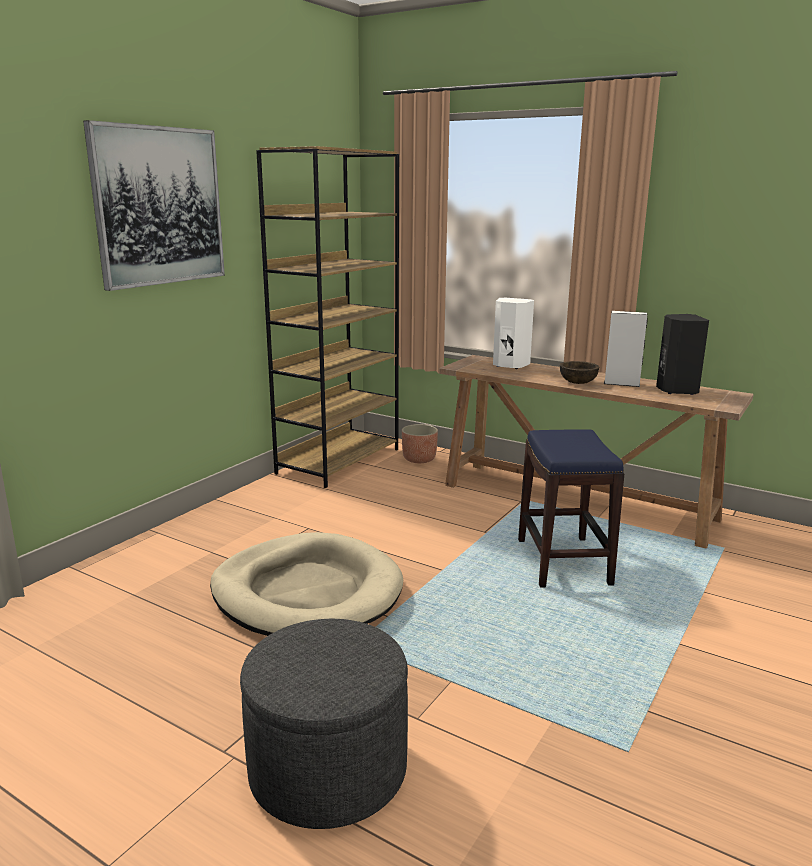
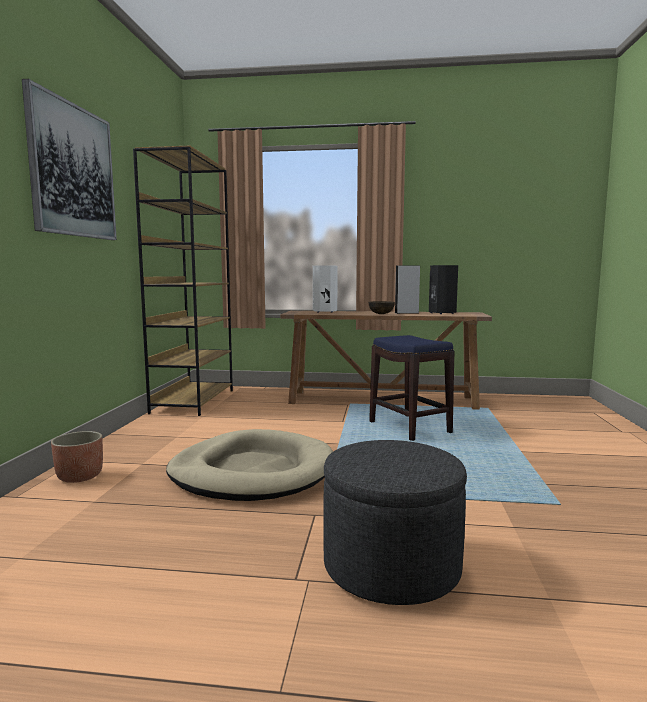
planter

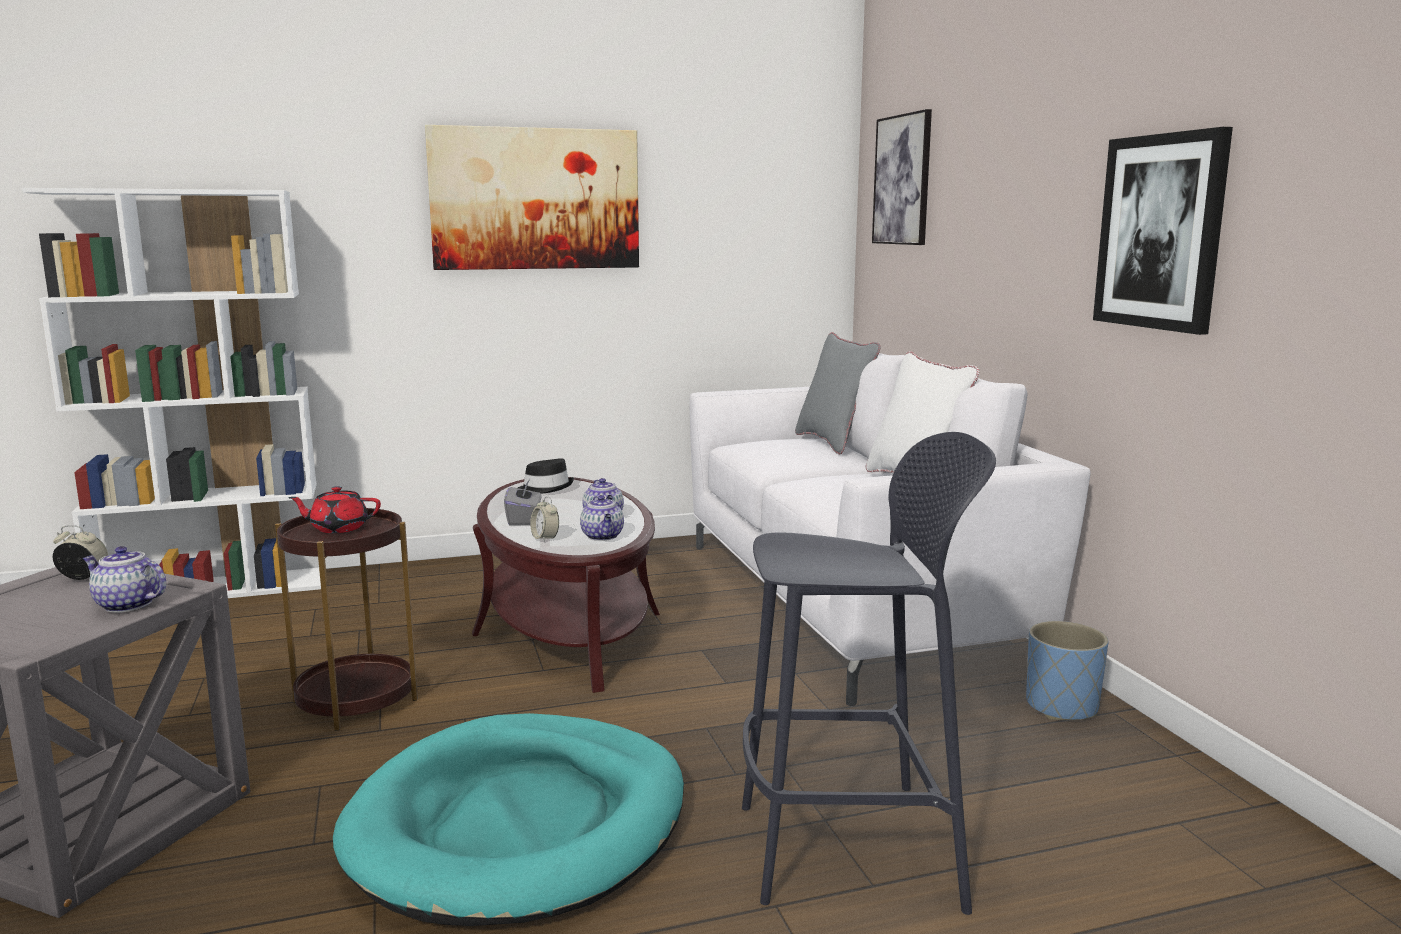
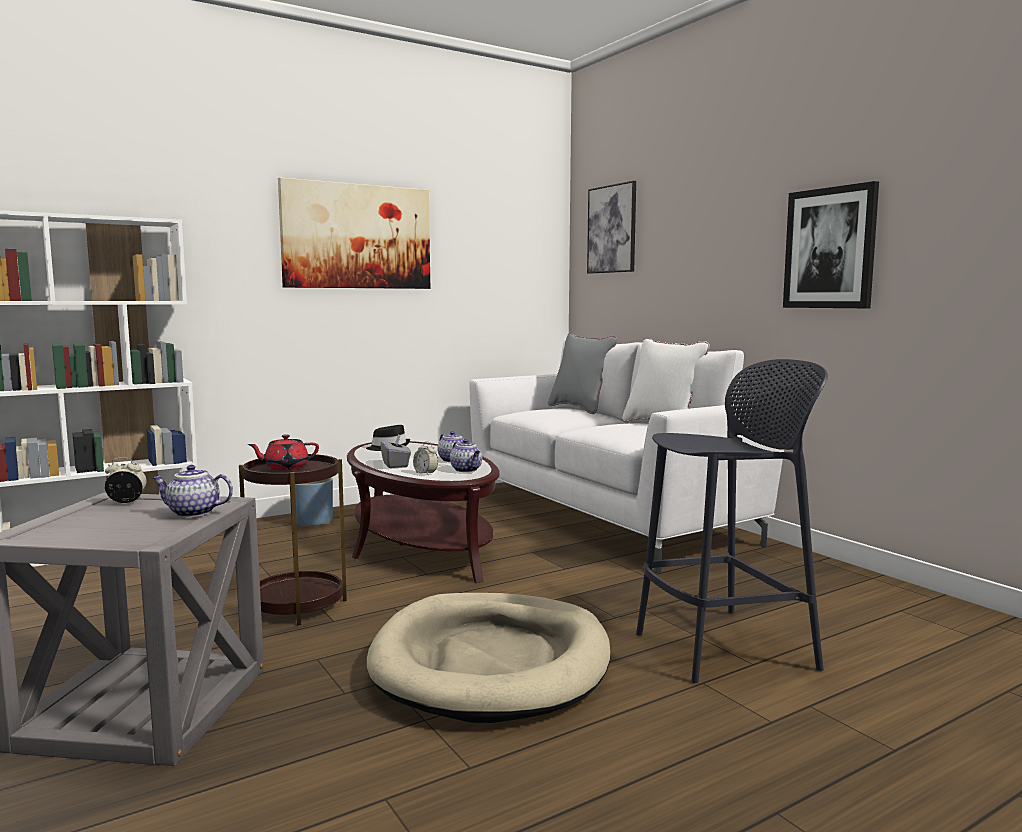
planter (blue); dog bed (beige)

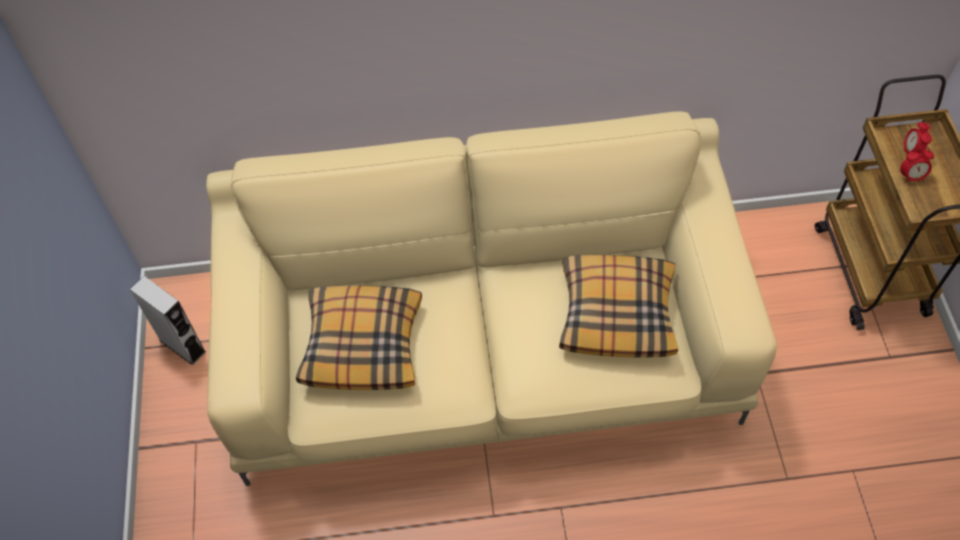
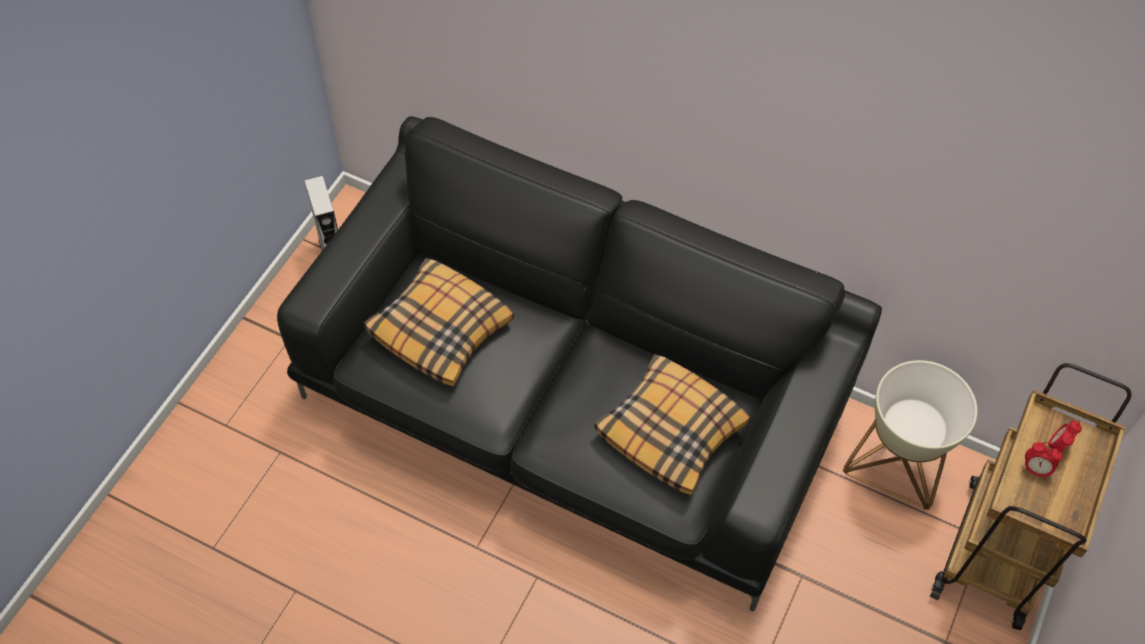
sofa (black); planter

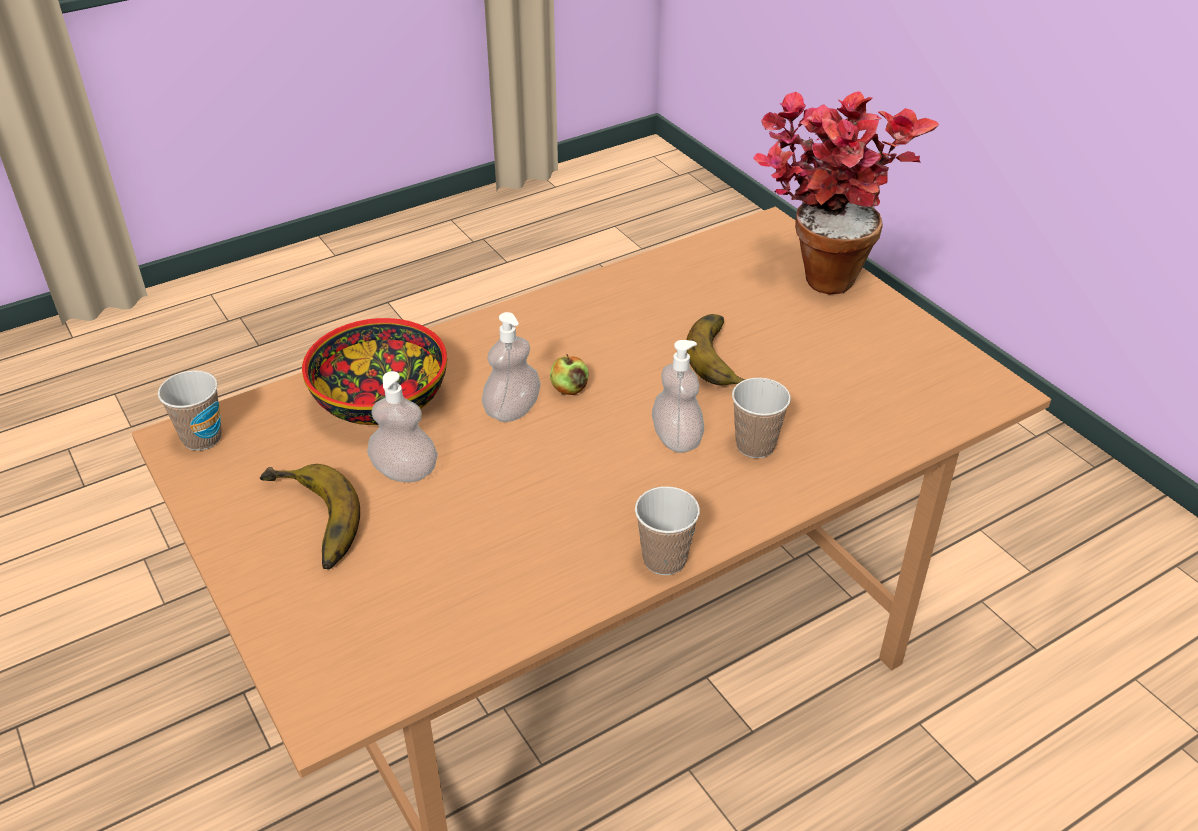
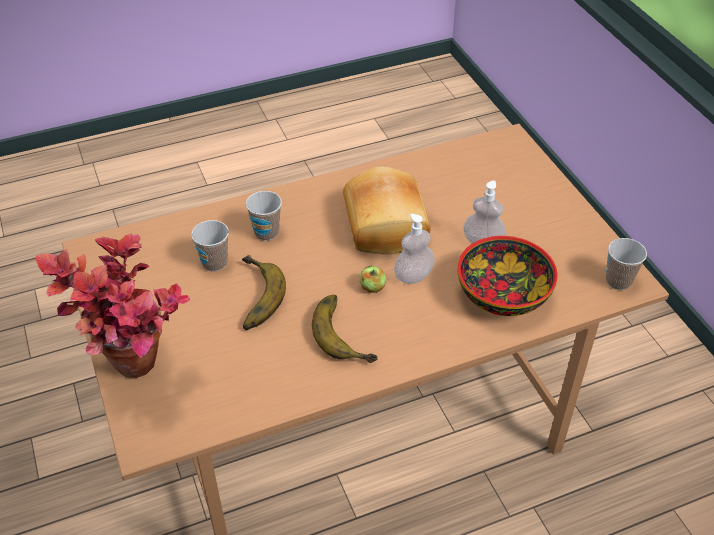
soap dispenser (no. 3 from left in the first image); banana (no. 2 from left); cup (no. 1 from left); bread

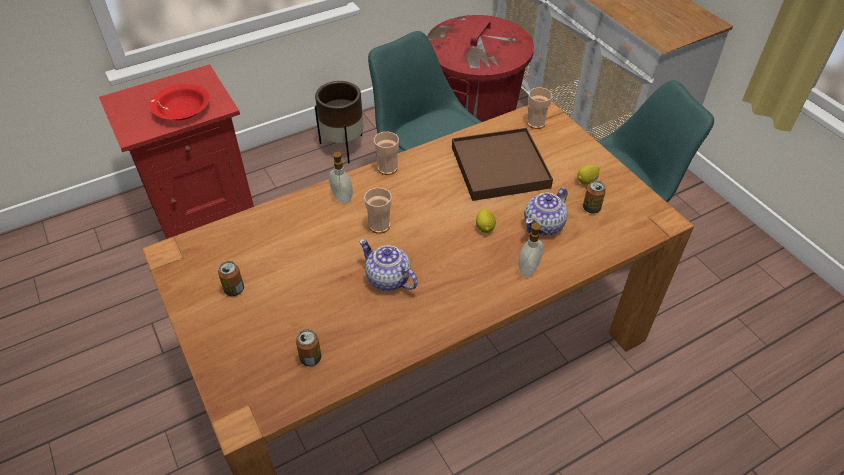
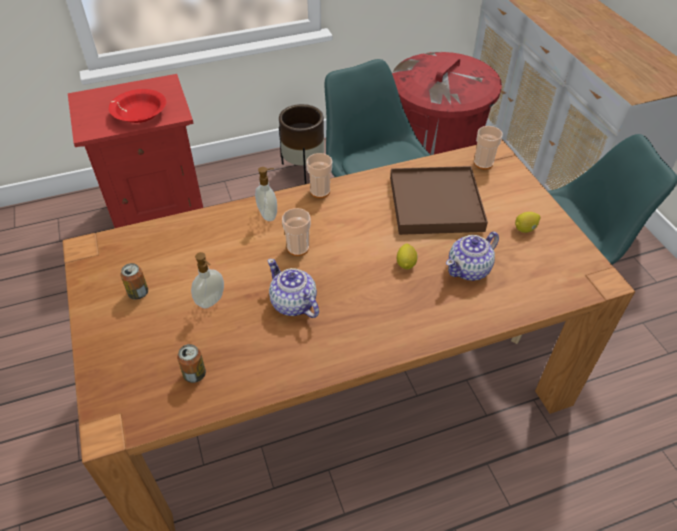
can (no. 3 from left in the first image); soap dispenser (no. 1 from left)

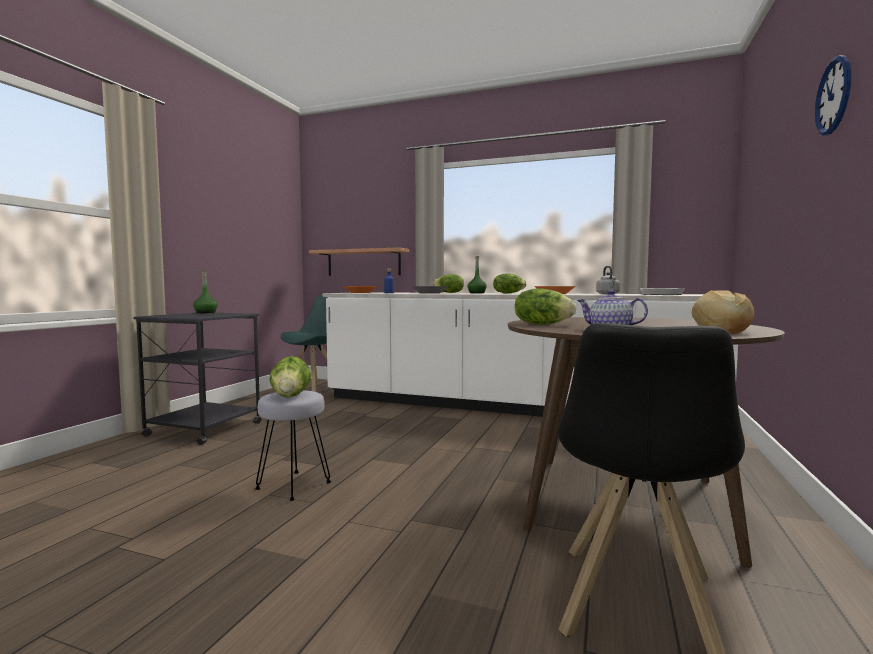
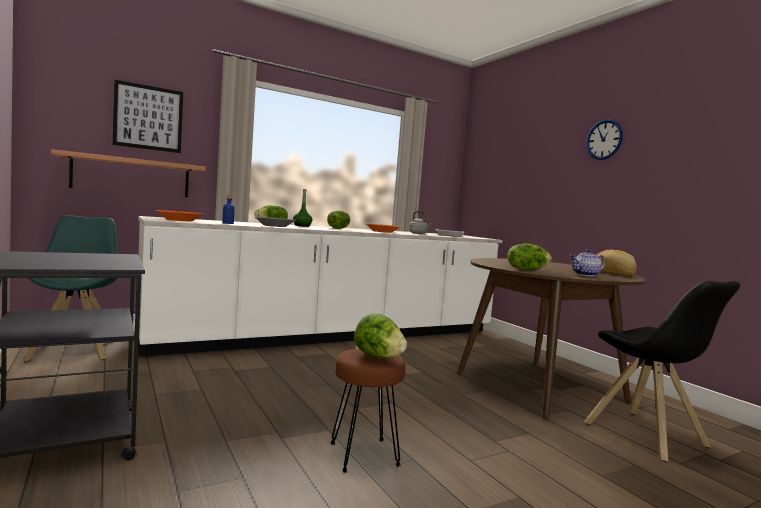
bottle (green) (no. 1 from left in the first image); stool (brown); picture

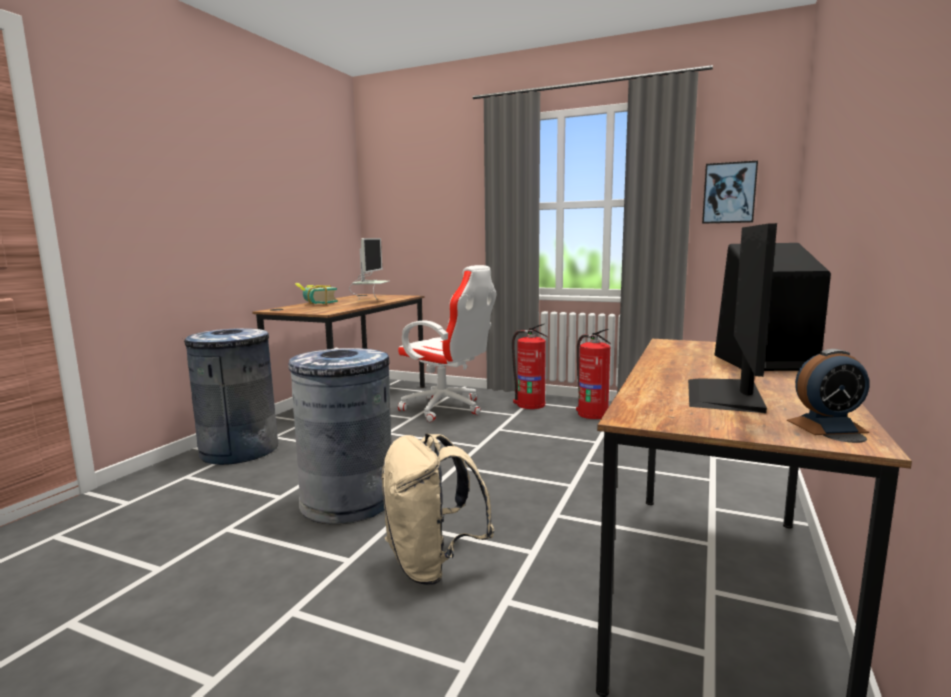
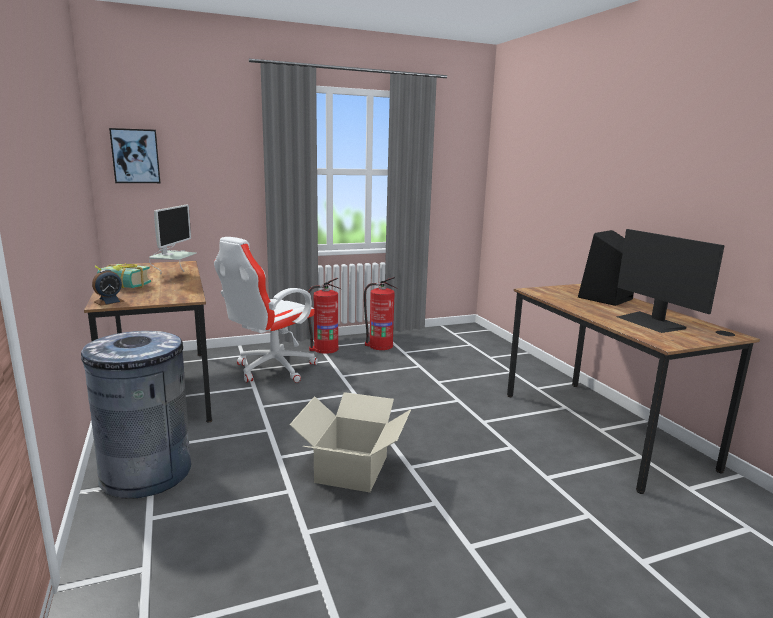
picture; monitor (no. 1 from left); office chair (white); cardboard box; alarm clock; backpack (beige)

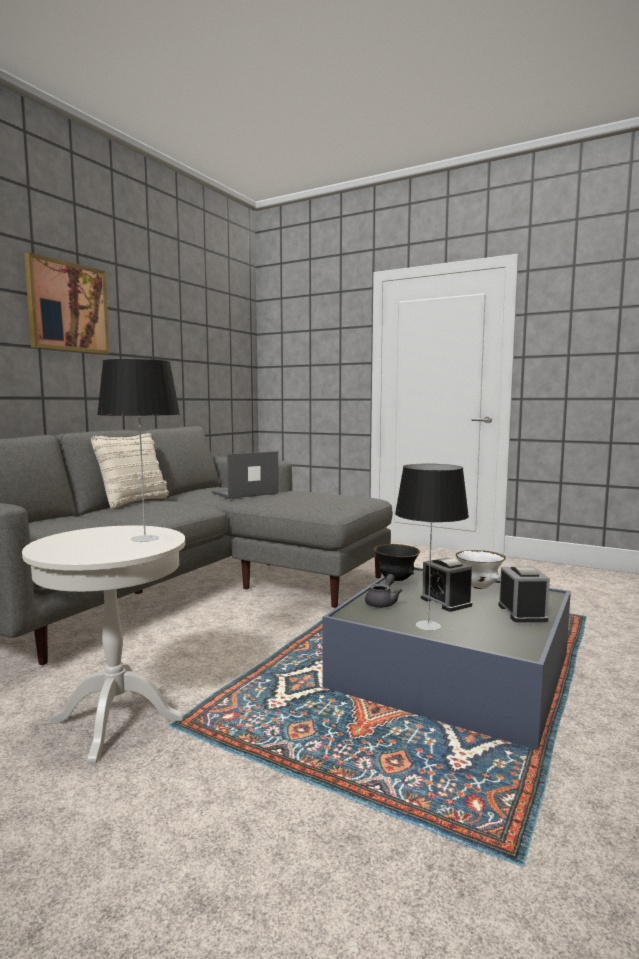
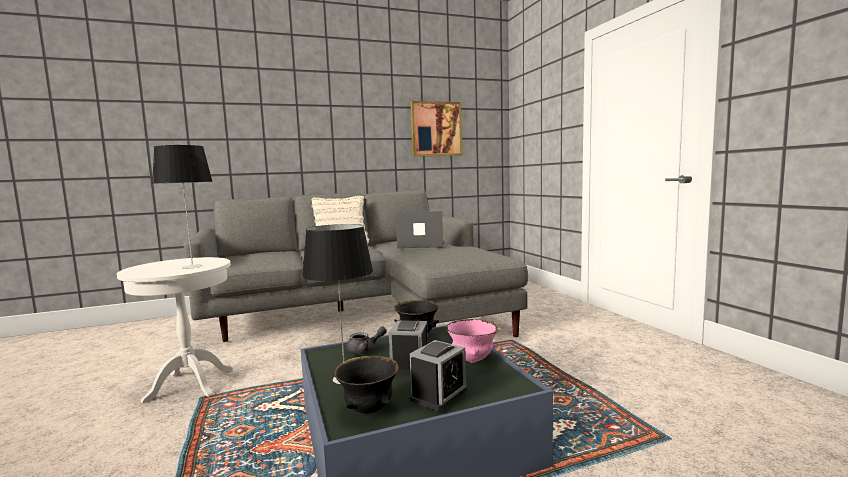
picture; bowl (pink); bowl (black) (no. 1 from left)

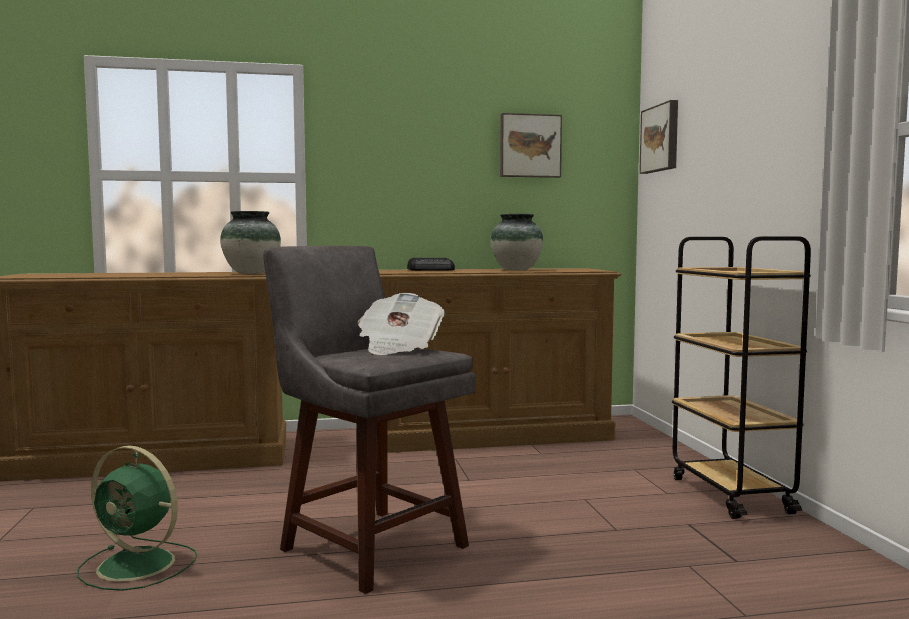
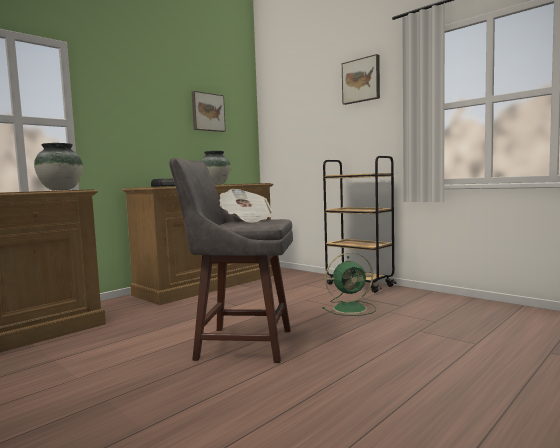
picture (no. 2 from left); fan (green)

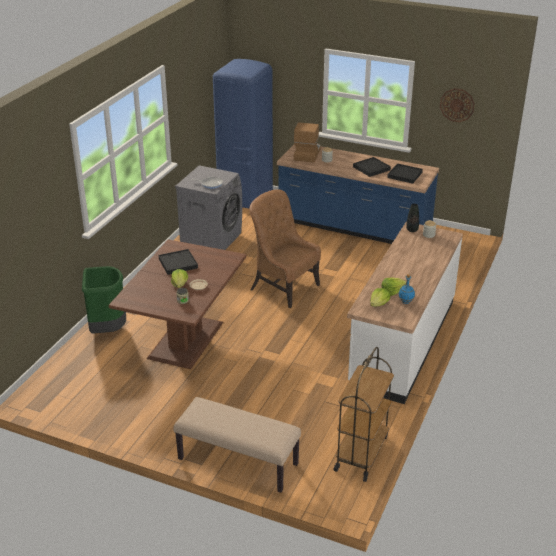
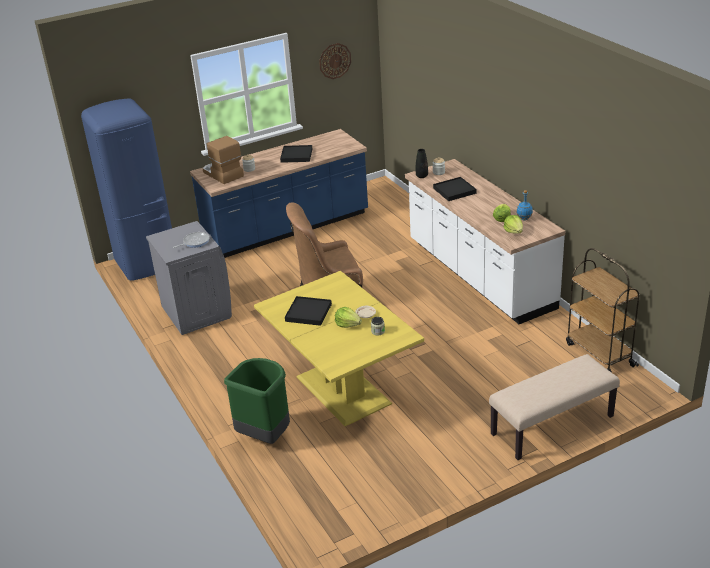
tray (black) (no. 3 from left); dining table (yellow)

